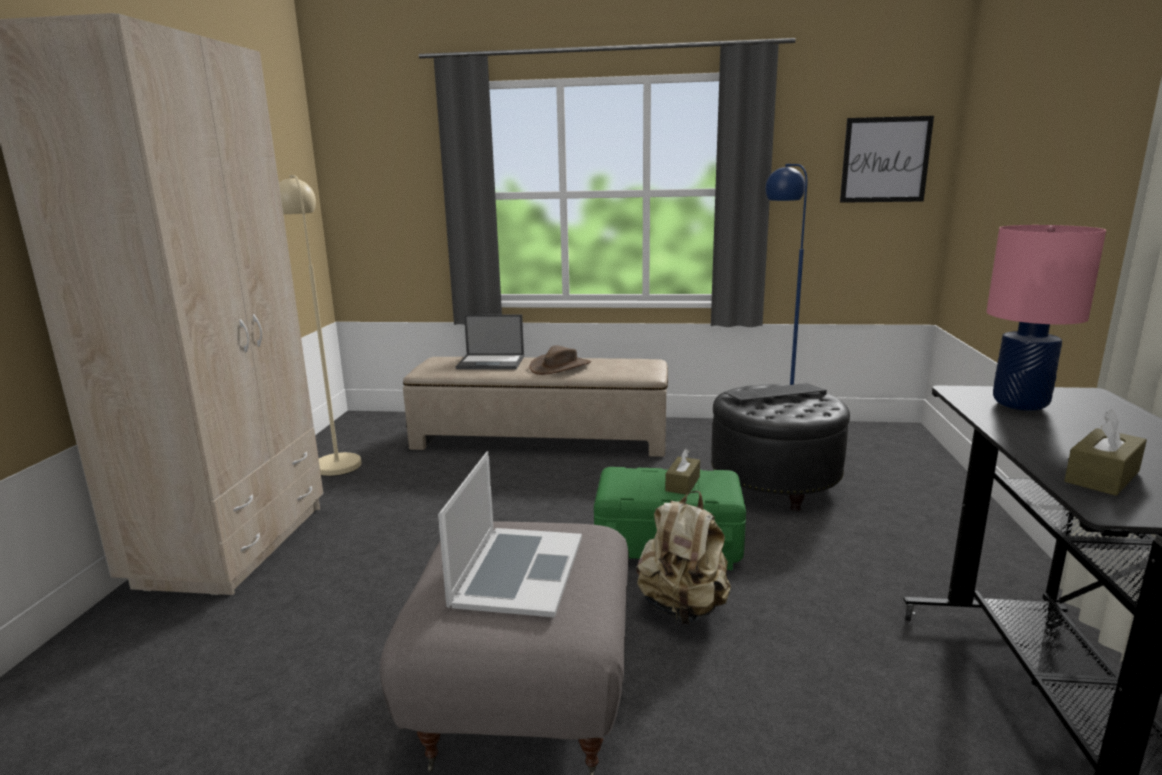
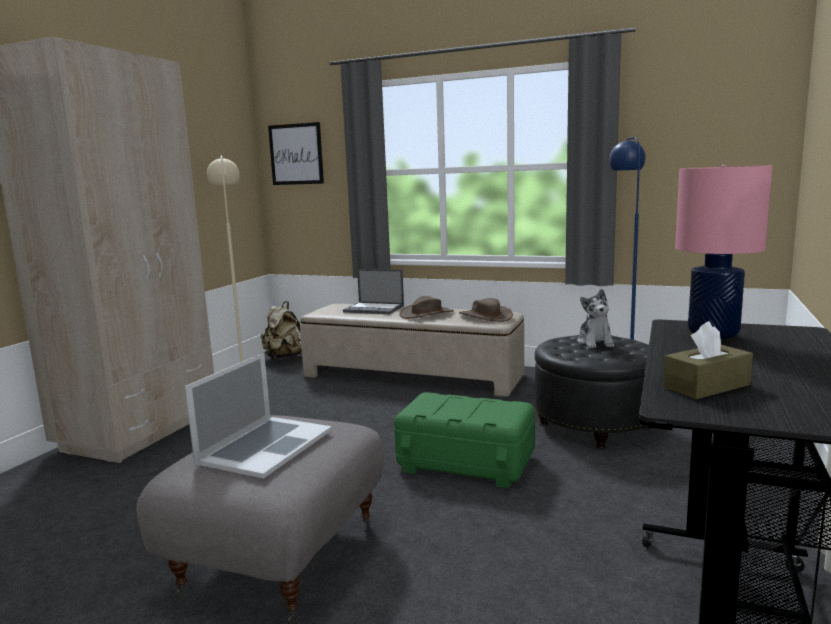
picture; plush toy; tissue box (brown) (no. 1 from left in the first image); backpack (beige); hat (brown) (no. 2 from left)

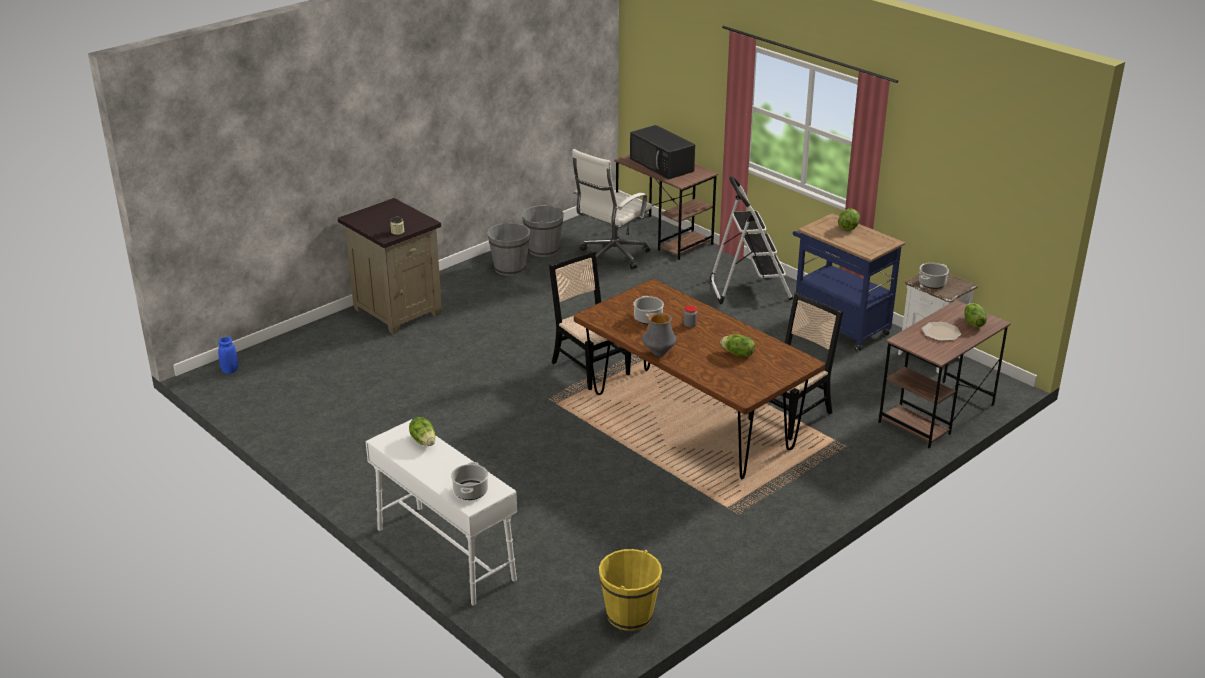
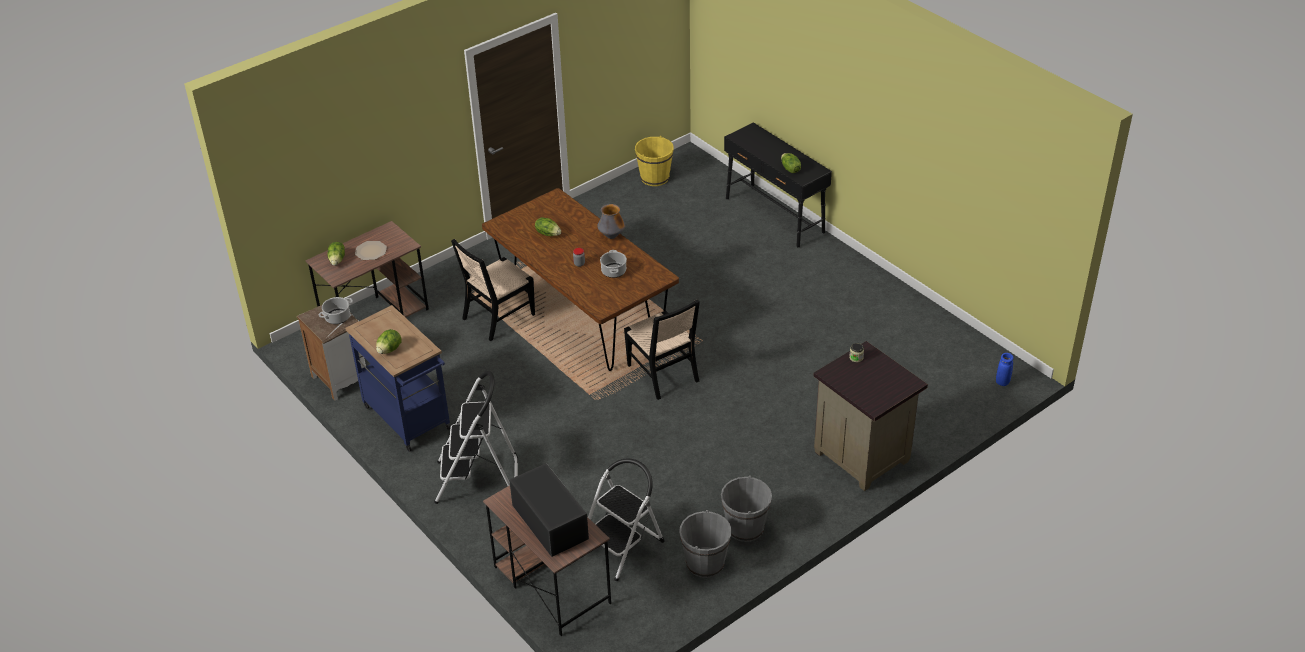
step ladder (no. 2 from left); console table (black); cooking pot (no. 1 from left in the first image)

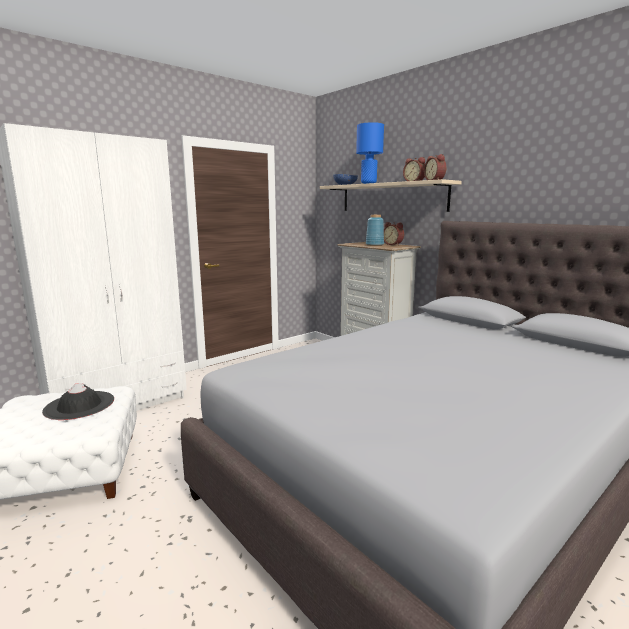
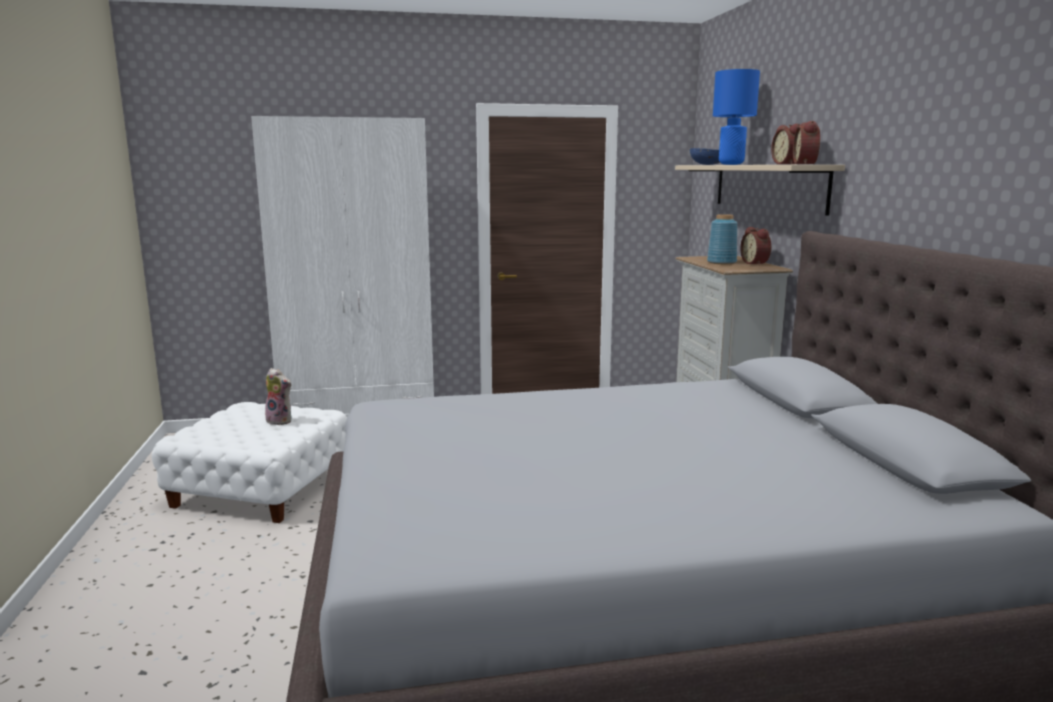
plush toy

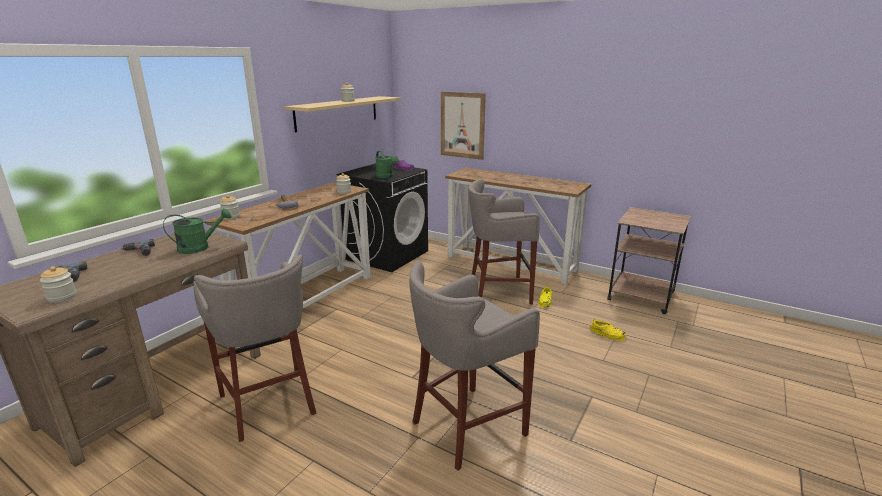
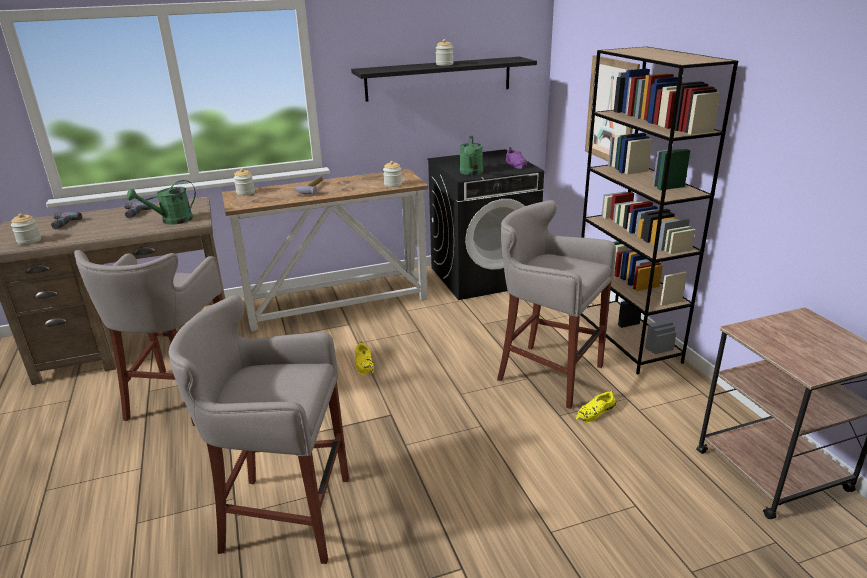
shelf (black); bookcase (beige); watering can (green) (no. 1 from left); shoe (yellow) (no. 1 from left)

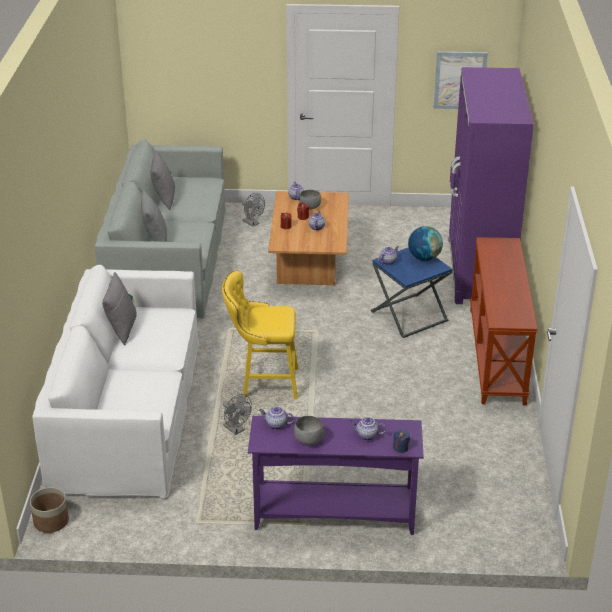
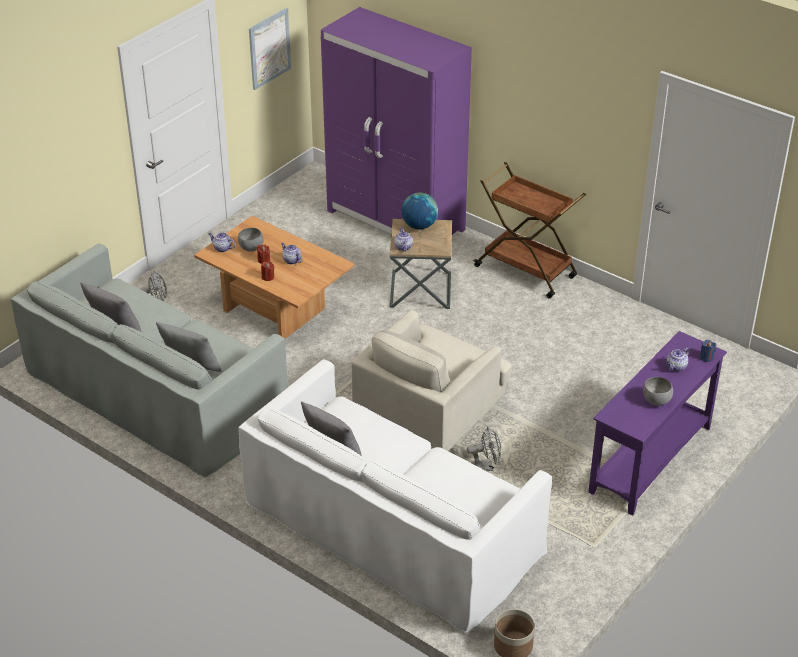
cart (brown); side table (brown); armchair (beige); teapot (no. 1 from left in the first image)

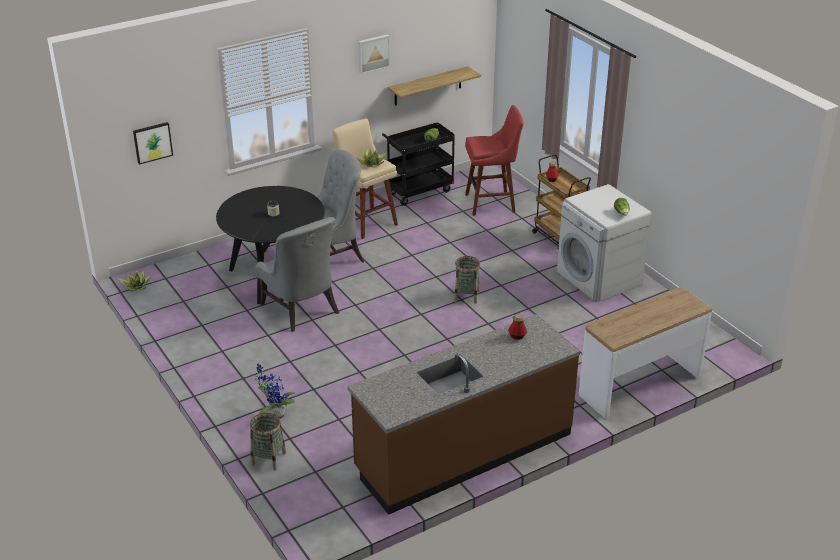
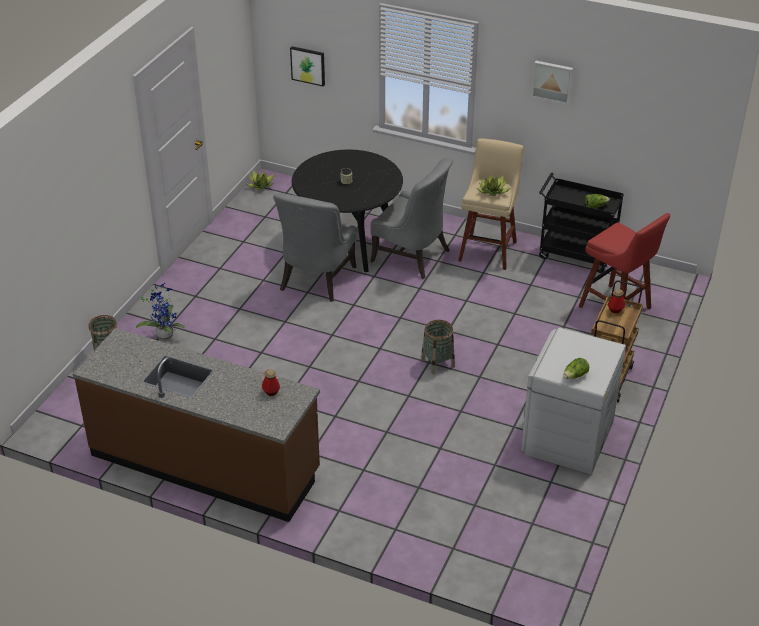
shelf; console table

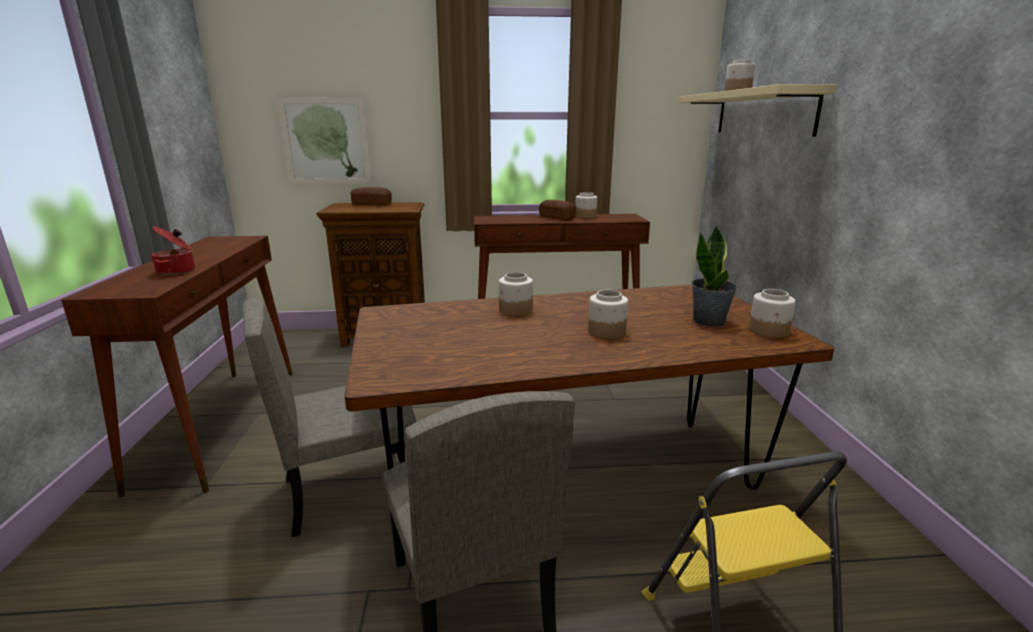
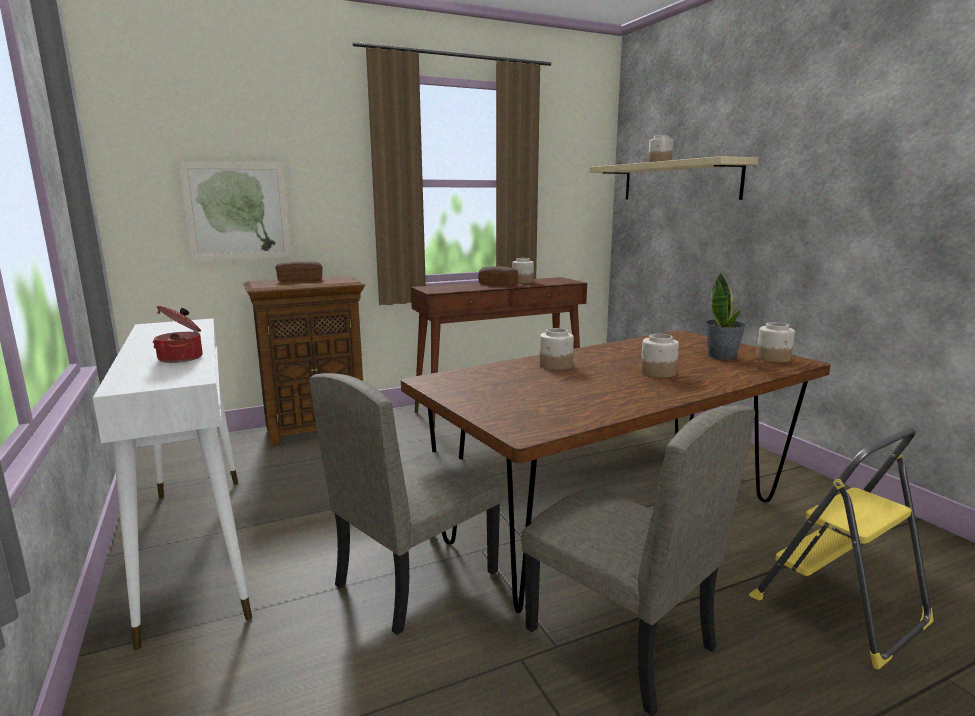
console table (white)

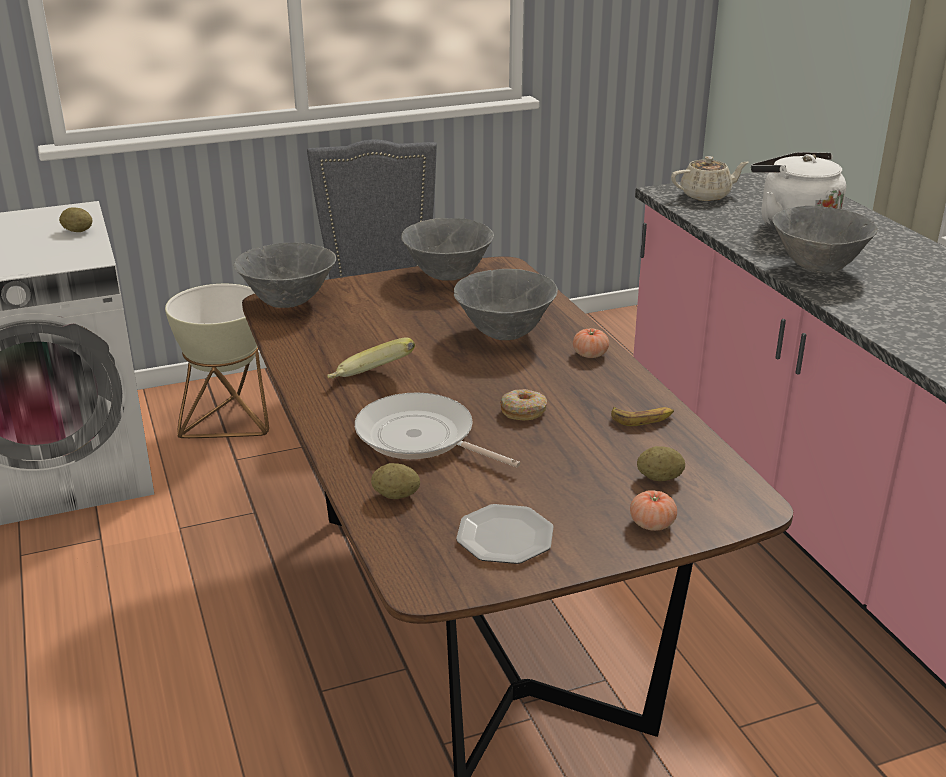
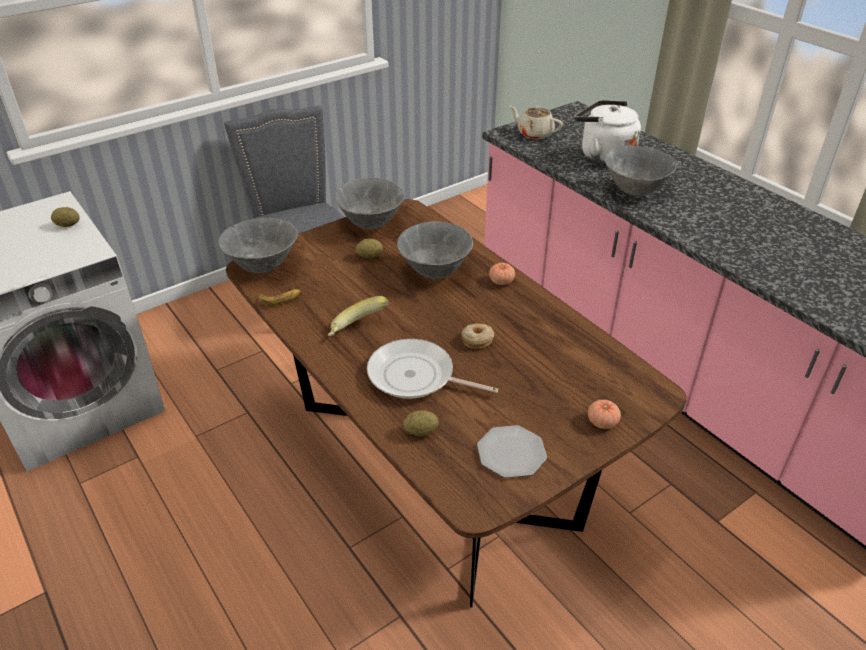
teapot (beige); planter; banana (no. 1 from left); potato (no. 2 from left)

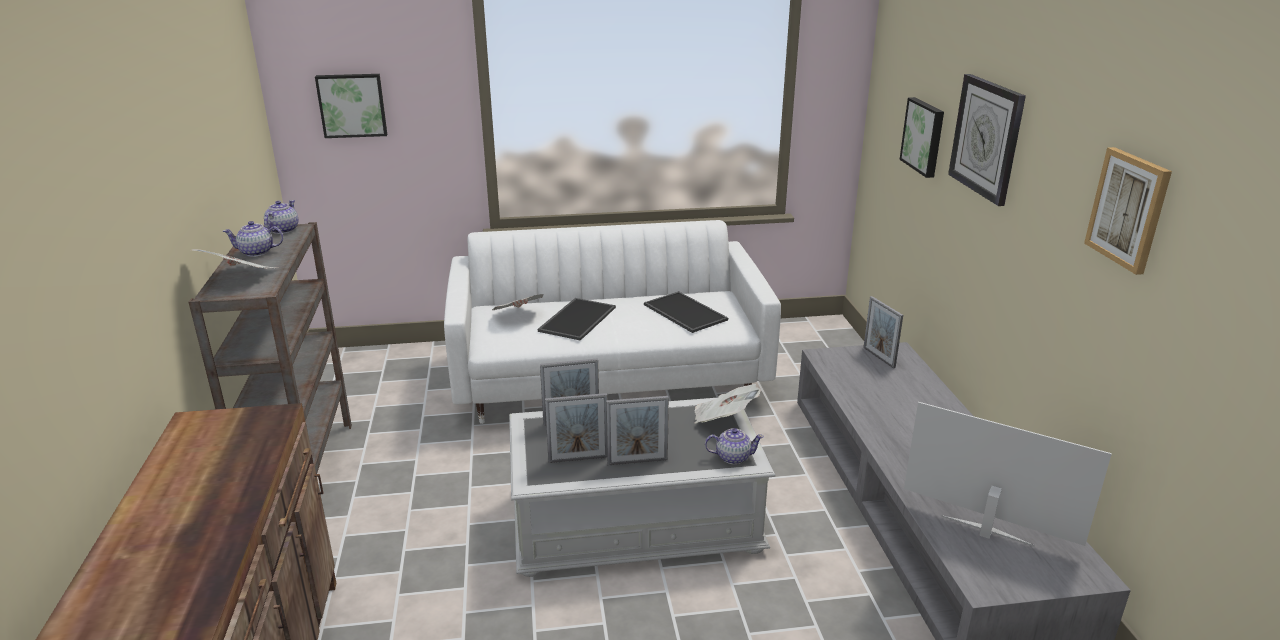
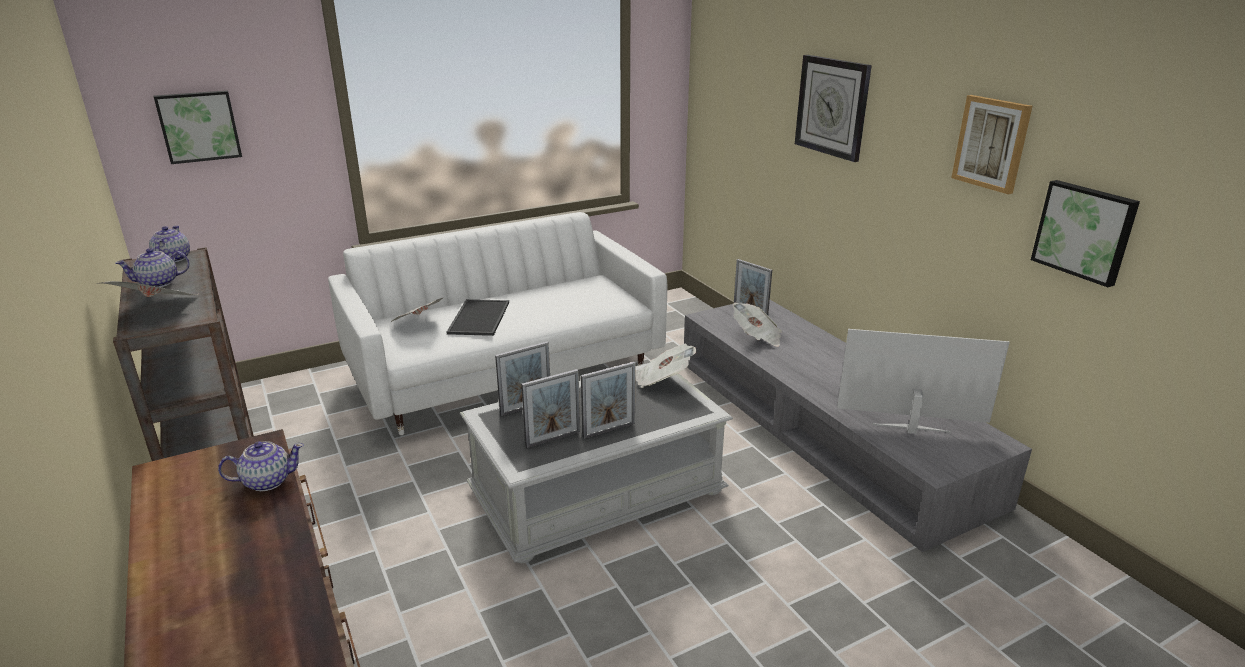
picture (no. 3 from left); tray (no. 2 from left in the first image); teapot (no. 3 from left); newspaper (no. 4 from left)

